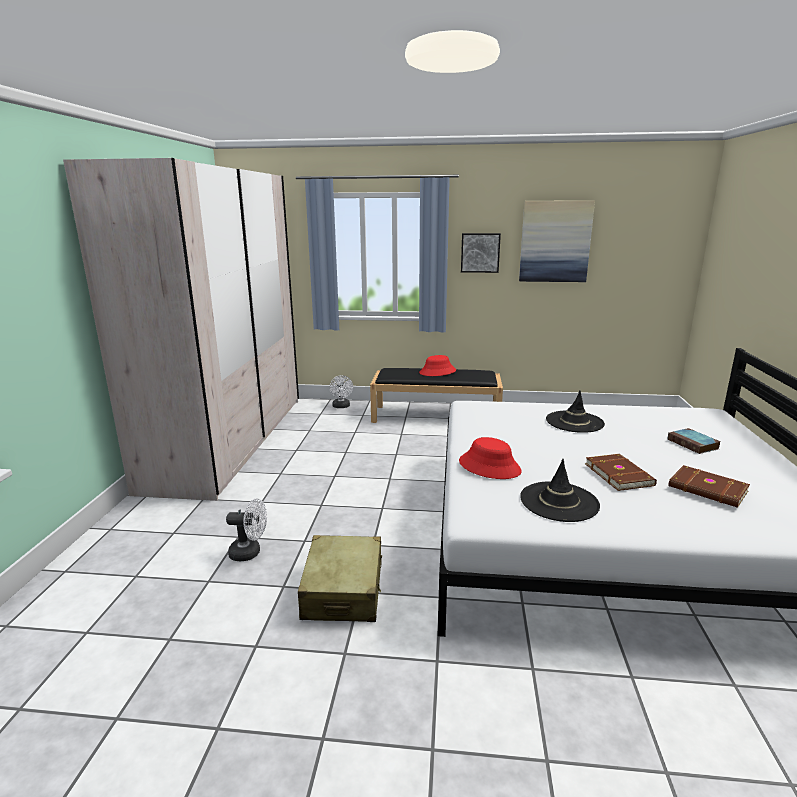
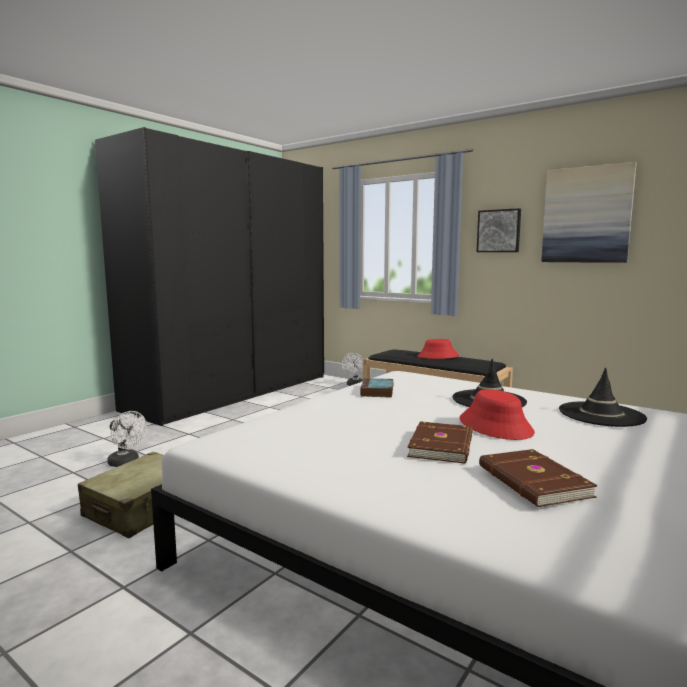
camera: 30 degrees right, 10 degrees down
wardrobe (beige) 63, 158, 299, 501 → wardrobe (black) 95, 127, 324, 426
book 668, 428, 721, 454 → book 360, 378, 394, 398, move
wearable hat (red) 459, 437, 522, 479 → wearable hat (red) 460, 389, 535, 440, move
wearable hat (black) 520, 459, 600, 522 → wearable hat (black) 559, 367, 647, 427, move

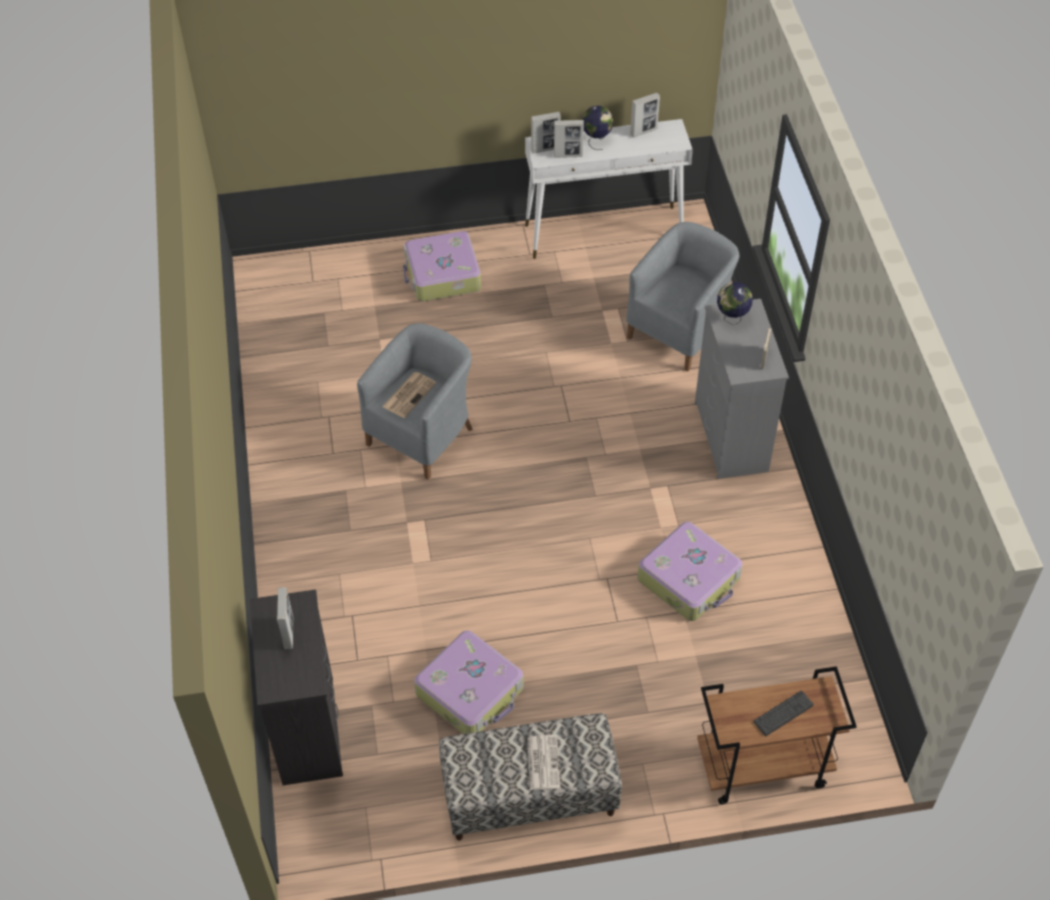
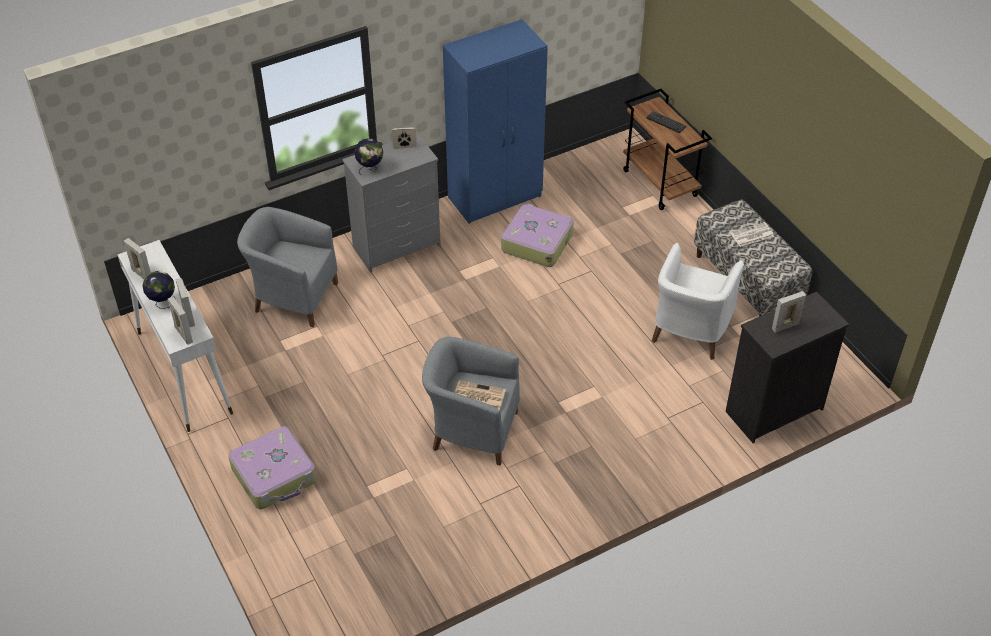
camera: 110 degrees left, 5 degrees down
- → wardrobe (blue-coloured) 443, 19, 548, 224
piece of luggage 414, 630, 524, 734 → easy chair (whitish) 652, 243, 744, 360

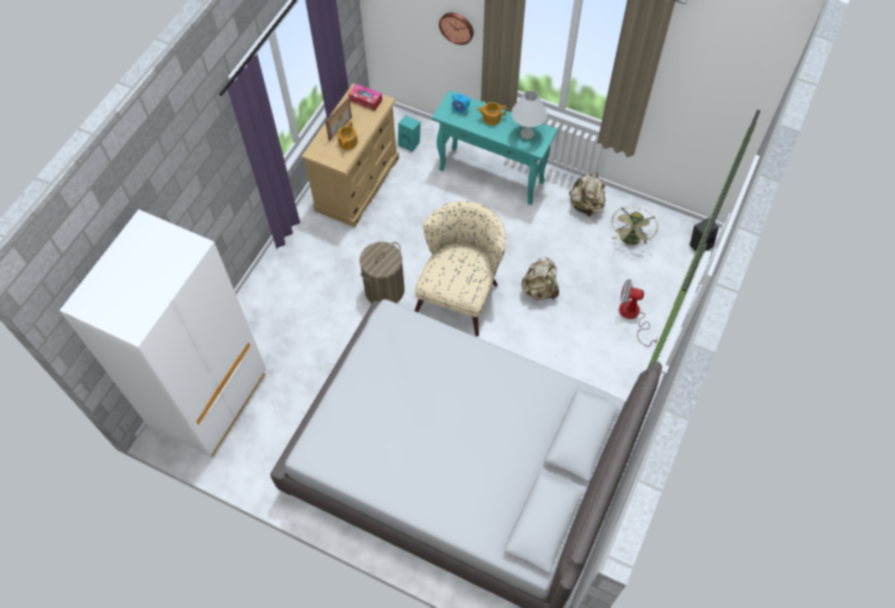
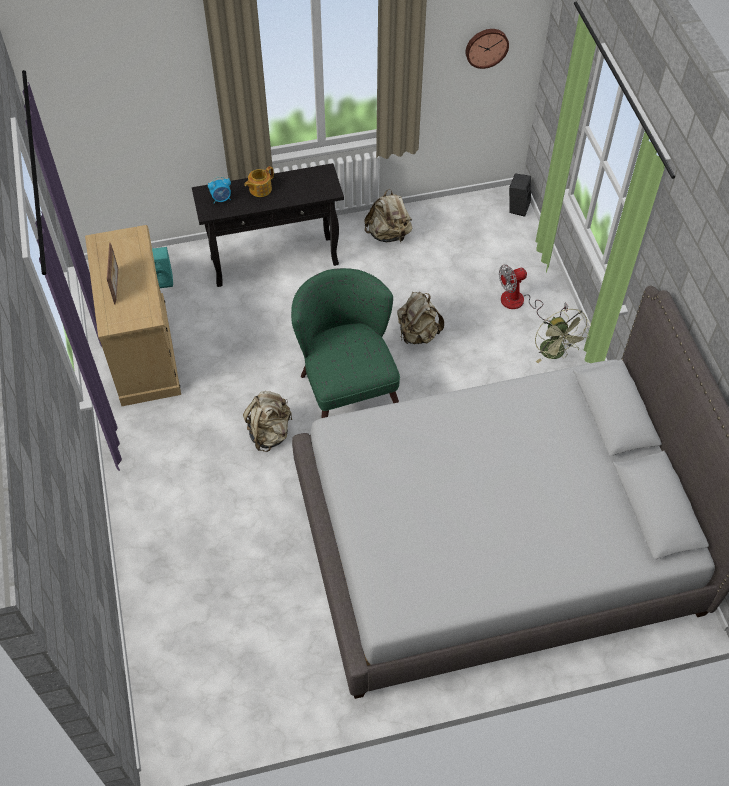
camera: 40 degrees left, 5 degrees down
hall table (turquoise) 432, 90, 558, 205 → hall table (black) 192, 163, 344, 287
washing basket 360, 242, 405, 303 → backpack (beige) 243, 391, 292, 452
easy chair (beige) 414, 201, 506, 336 → easy chair (green-coloured) 291, 268, 400, 418
wall clock 439, 13, 474, 45 → wall clock 465, 29, 509, 69, move
fan (green-coloured) 611, 207, 658, 245 → fan (green-coloured) 535, 309, 591, 363, move
wardrobe (whitish) 59, 209, 266, 457 → -
tea pot 337, 121, 358, 150 → -
tissue box 348, 84, 382, 111 → -
tabletop lamp (whitish) 512, 90, 547, 139 → -

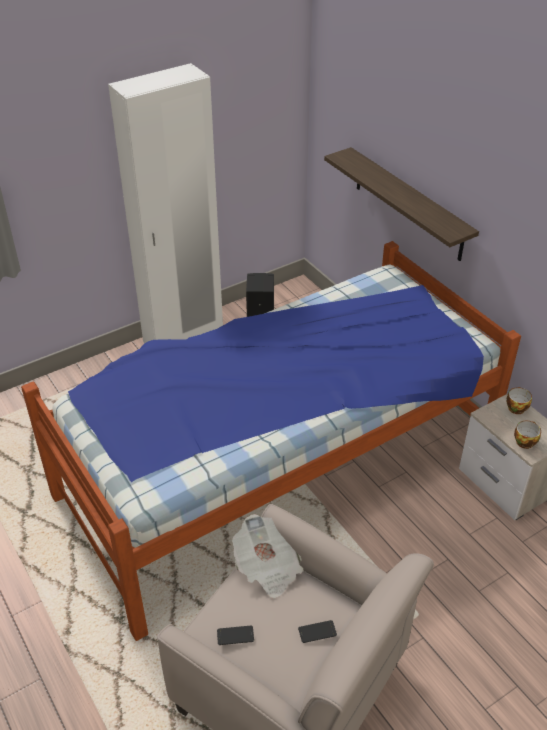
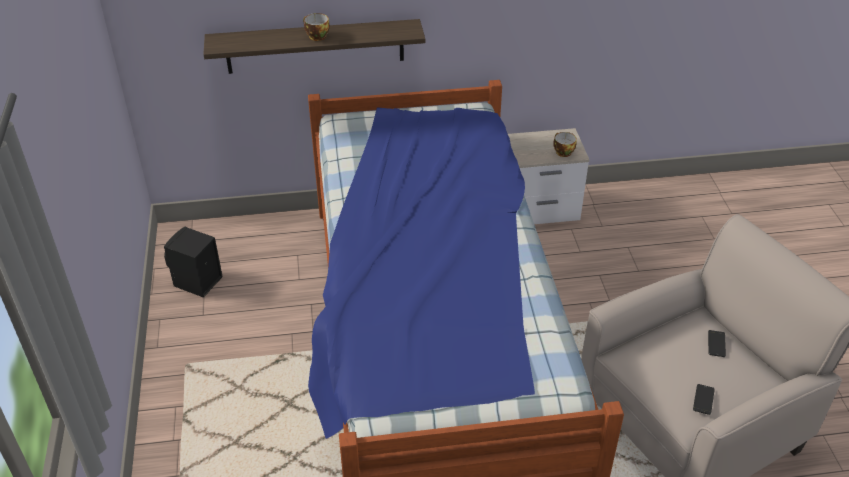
camera: 65 degrees left, 0 degrees up
small cup 506, 387, 532, 414 → small cup 303, 13, 330, 41, move
wardrobe (whitish) 108, 63, 223, 343 → -
printed paper 232, 514, 303, 598 → -

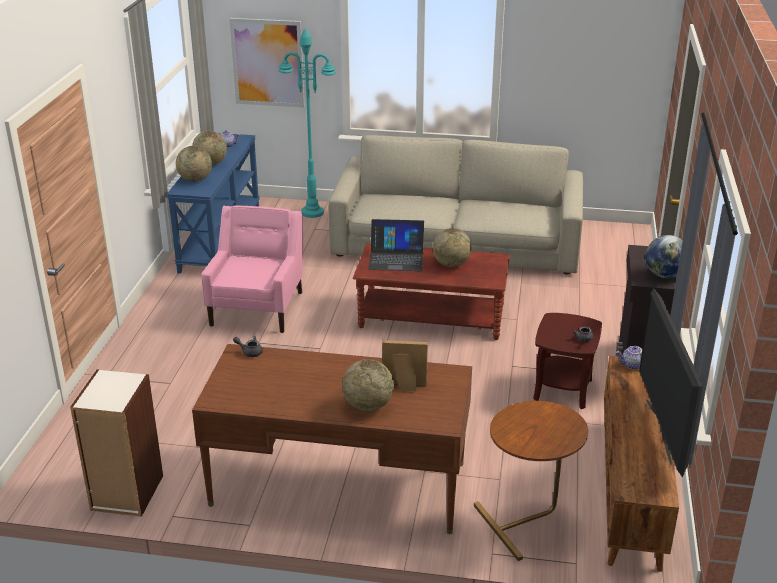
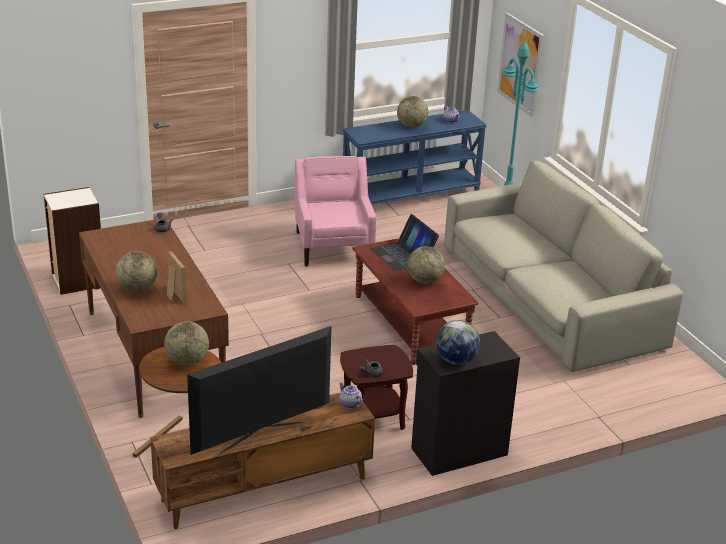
camera: 55 degrees right, 0 degrees up
world globe 176, 146, 212, 182 → world globe 164, 321, 209, 366, move
easy chair (pink) 201, 205, 303, 333 → easy chair (pink) 294, 156, 376, 266, 75 degrees counterclockwise

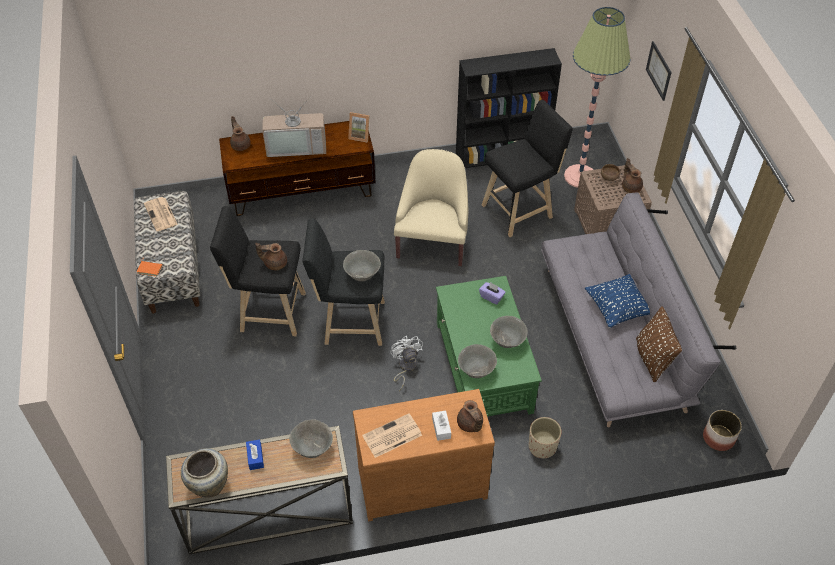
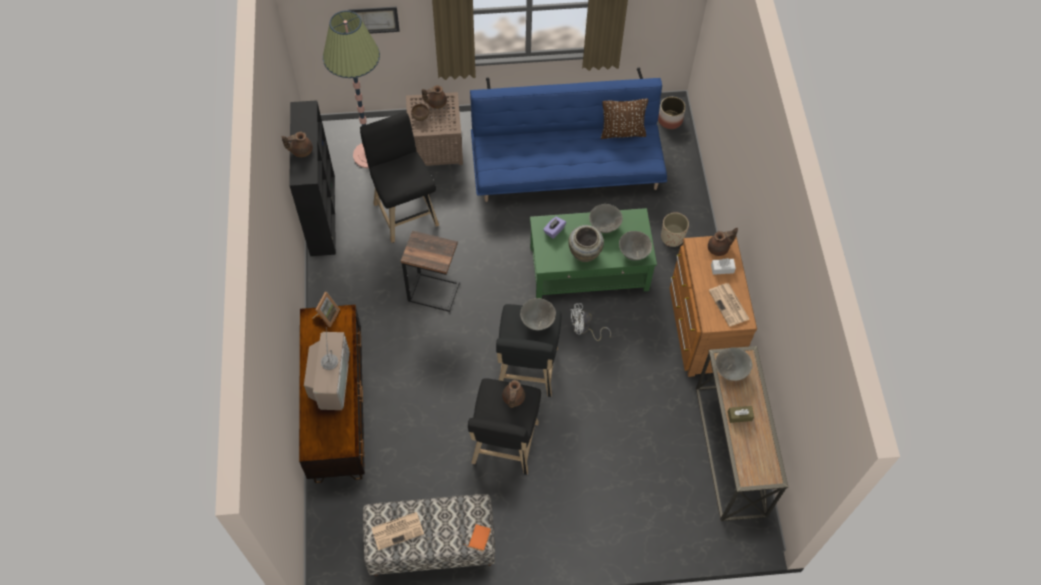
camera: 85 degrees left, 10 degrees up
tea pot (brownish) 230, 116, 251, 151 → tea pot (brownish) 282, 131, 313, 157, move
easy chair (beige) 394, 149, 468, 266 → accent table 401, 231, 460, 312
settee (grey) 541, 192, 736, 428 → settee (blue-coloured) 470, 67, 667, 202
flower vase (beige) 181, 448, 228, 498 → flower vase (beige) 568, 225, 604, 262, move
tissue box (blue-coloured) 246, 439, 264, 470 → tissue box (brownish) 728, 406, 754, 423
throw pillow (blue-coloured) 585, 274, 650, 328 → -

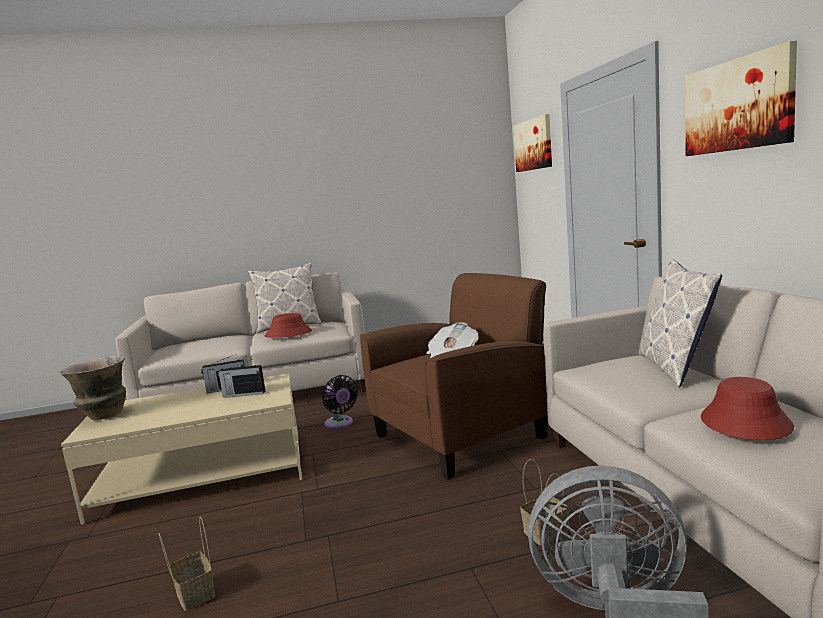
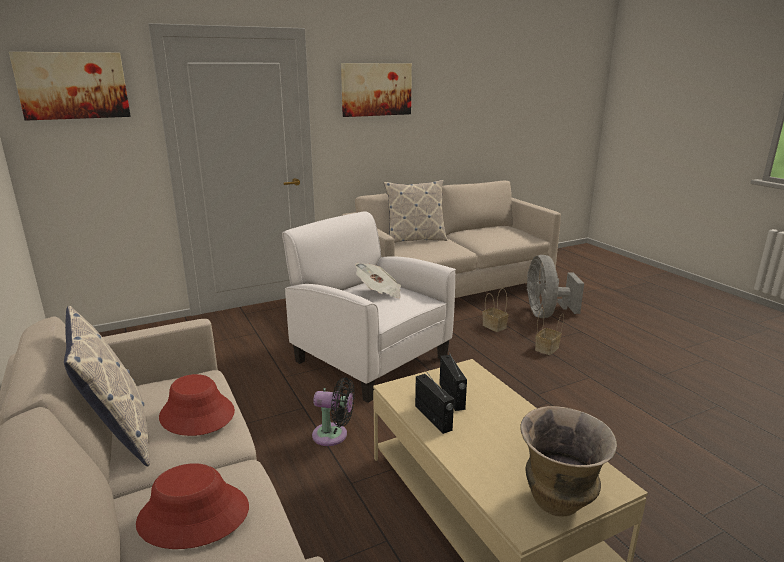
camera: 105 degrees left, 10 degrees up
wearable hat (red) 701, 377, 794, 440 → wearable hat (red) 136, 463, 249, 549, move
easy chair (brownish) 360, 273, 548, 480 → easy chair (whitish) 282, 211, 456, 403
fan (black) 322, 375, 358, 429 → fan (black) 312, 377, 355, 446, 60 degrees clockwise
basket 159, 517, 215, 611 → basket 535, 308, 564, 355, move

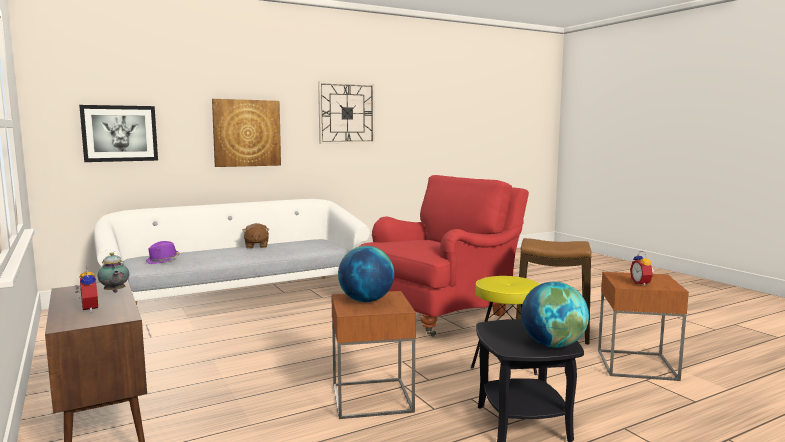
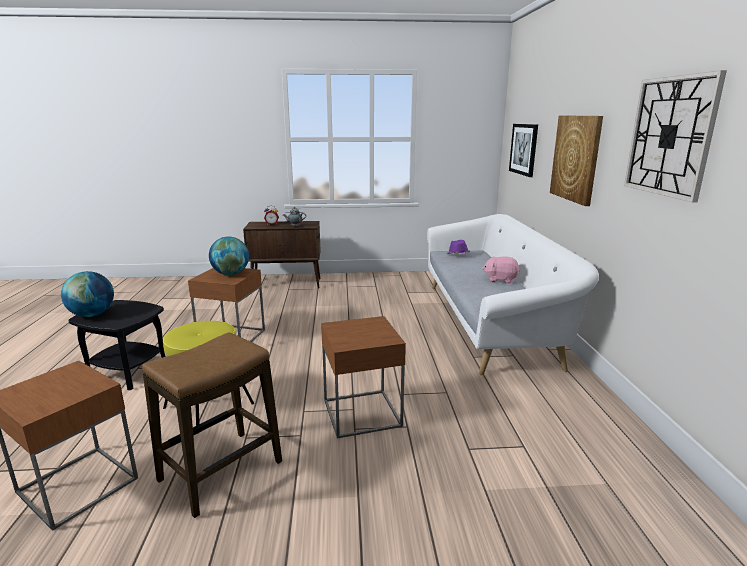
camera: 115 degrees right, 10 degrees up
easy chair (red) 359, 175, 529, 337 → accent table (brownish) 321, 316, 406, 438
soft toy (brownish) 242, 223, 269, 249 → soft toy (pink) 482, 256, 520, 284
bedside clock 630, 251, 654, 286 → -

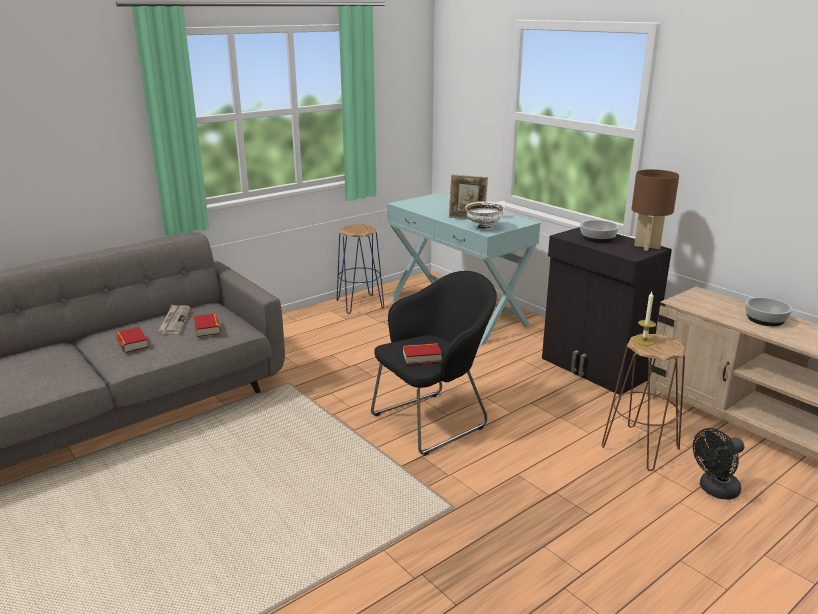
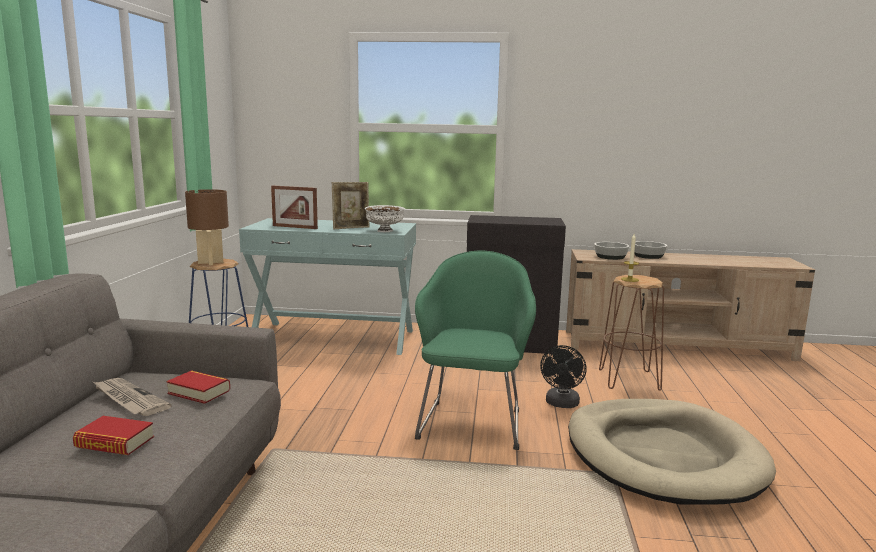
camera: 45 degrees left, 10 degrees down
tabletop lamp (brownish) 632, 169, 679, 251 → tabletop lamp (brownish) 185, 189, 229, 265, move
- → picture frame 271, 185, 318, 229
easy chair (black) 371, 271, 497, 456 → easy chair (green-coloured) 415, 251, 536, 450
fan (black) 693, 428, 744, 500 → fan (black) 540, 345, 587, 408, move
- → pet bed (beige) 568, 399, 776, 505
deep dish 580, 220, 619, 243 → deep dish 594, 242, 629, 260, move
book 403, 343, 442, 365 → -

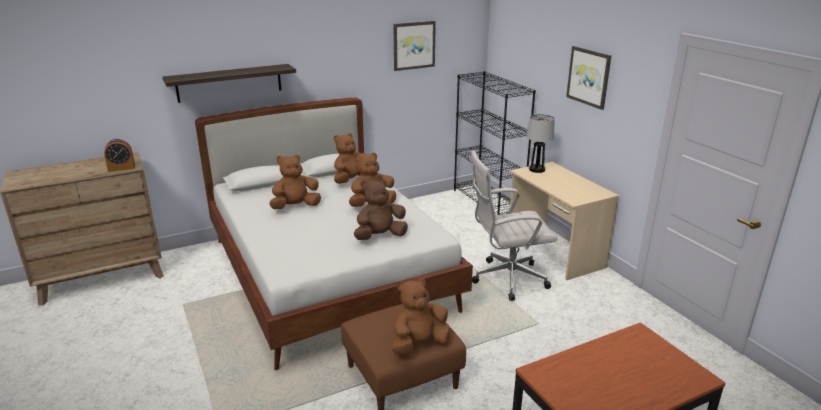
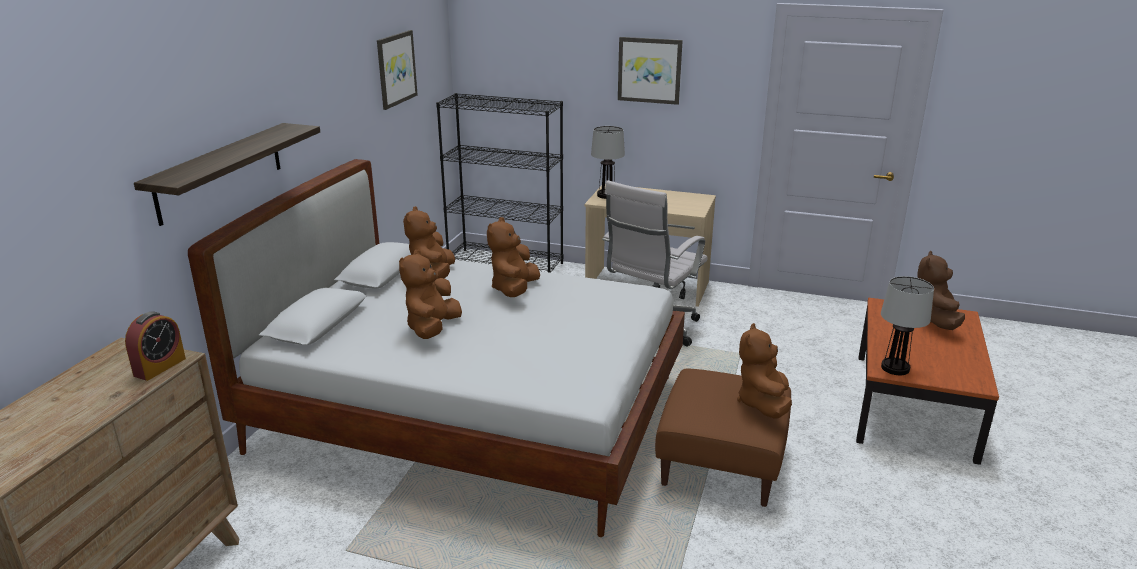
camera: 45 degrees left, 0 degrees up
- → tabletop lamp 881, 276, 934, 375
soft toy (brownish) 354, 179, 408, 240 → soft toy (brownish) 917, 251, 965, 330, move

